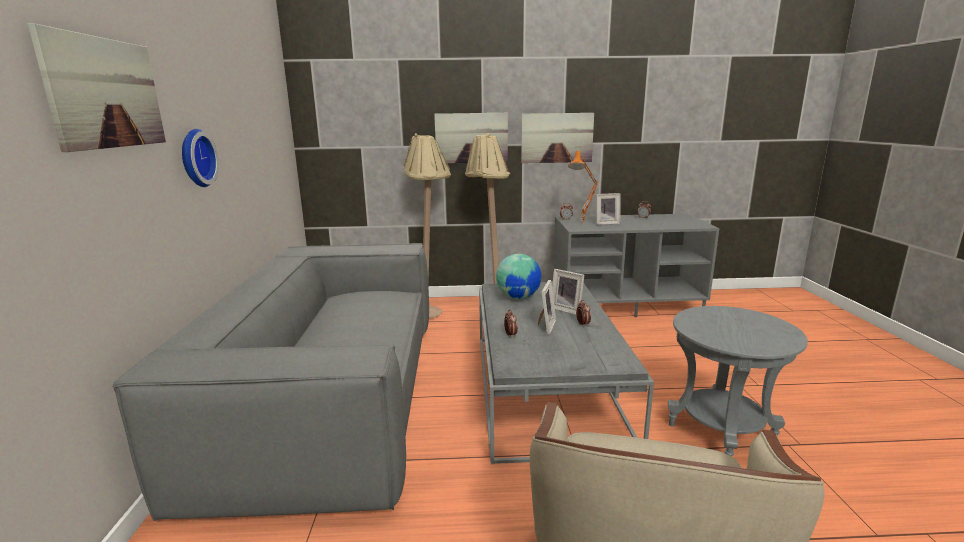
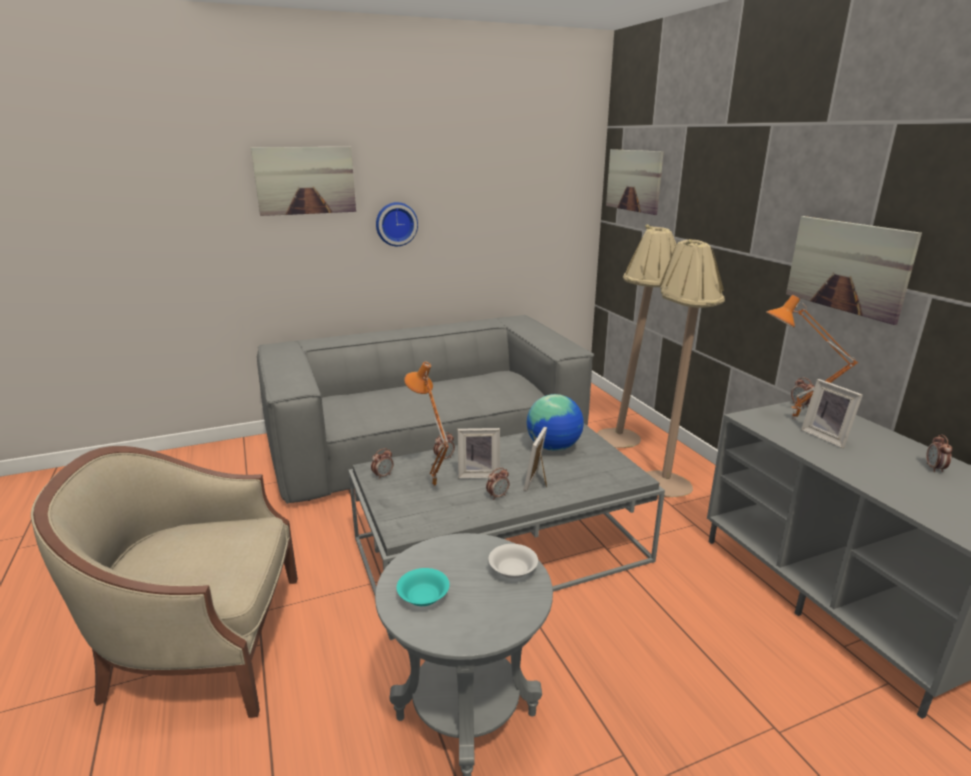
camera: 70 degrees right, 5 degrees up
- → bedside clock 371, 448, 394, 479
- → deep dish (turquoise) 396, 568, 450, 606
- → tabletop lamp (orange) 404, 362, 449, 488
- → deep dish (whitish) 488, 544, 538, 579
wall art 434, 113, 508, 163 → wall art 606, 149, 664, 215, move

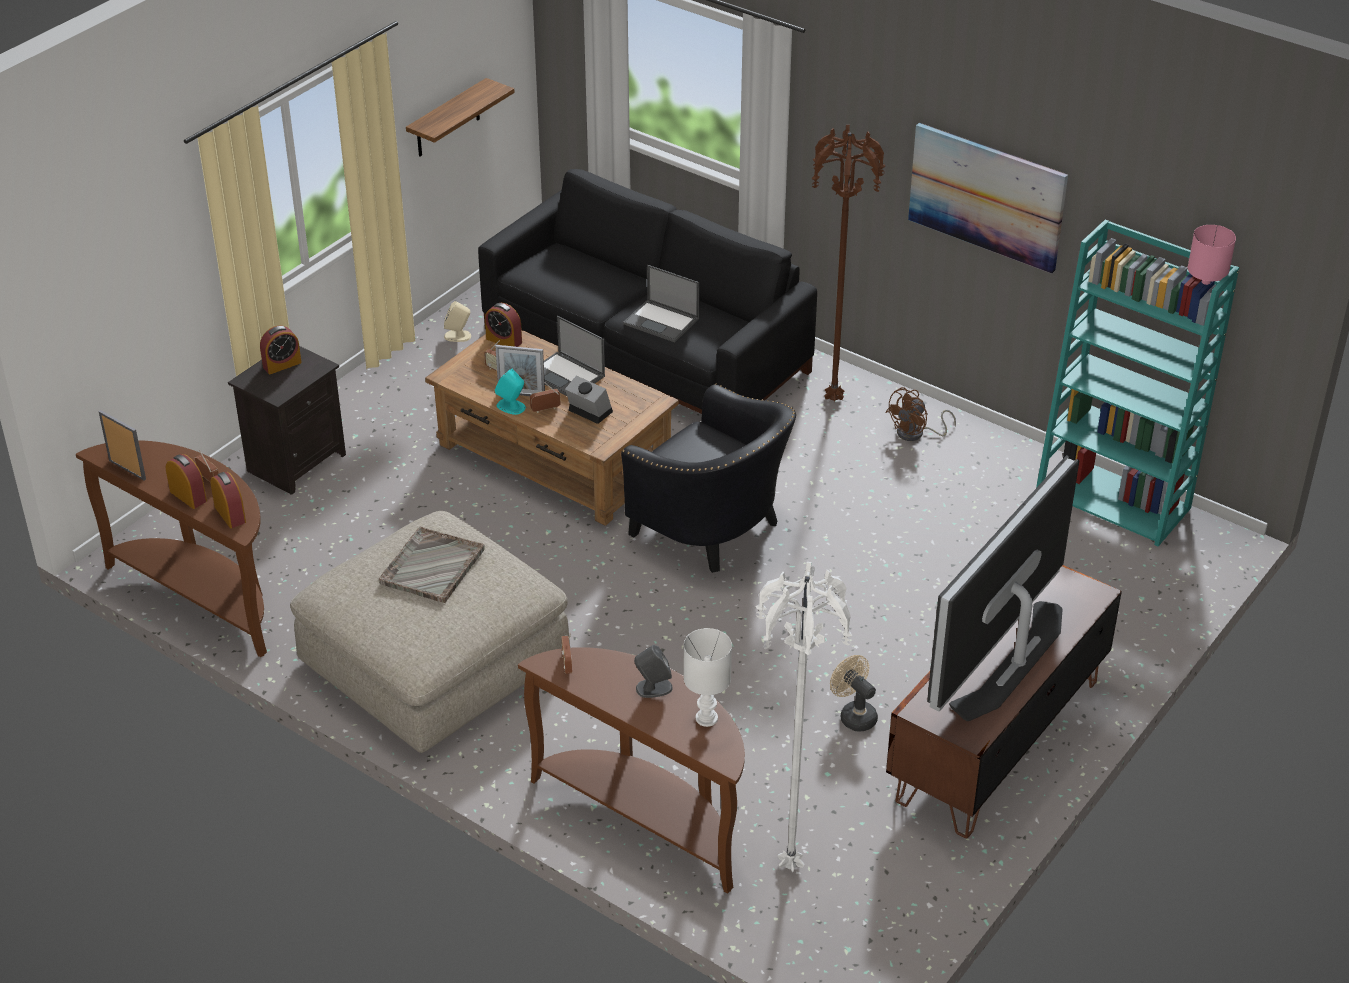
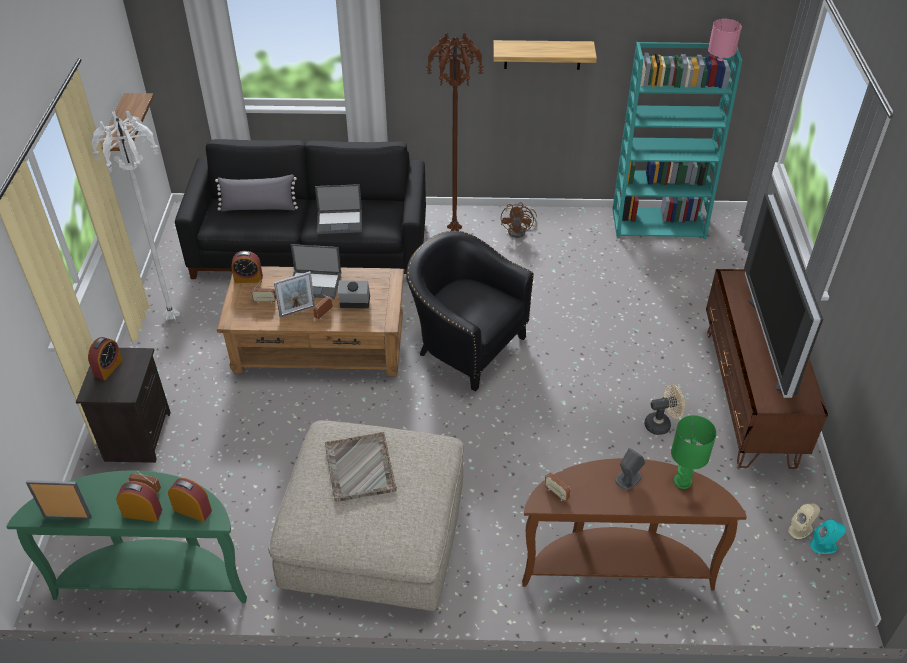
camera: 35 degrees left, 5 degrees up
hall table (brownish) 76, 440, 267, 657 → hall table (green-coloured) 6, 471, 247, 604
floor lamp (whitish) 756, 562, 852, 873 → floor lamp (whitish) 91, 111, 180, 321, move
- → throw pillow (grey) 215, 174, 298, 211
easy chair (black) 621, 384, 796, 573 → easy chair (black) 406, 231, 534, 391, 150 degrees counterclockwise
wall art 908, 123, 1068, 274 → wall shelf 493, 40, 597, 70
fan (beige) 830, 655, 878, 731 → fan (beige) 644, 385, 685, 435, 150 degrees clockwise
tabletop lamp (whitish) 684, 628, 732, 727 → tabletop lamp (green-coloured) 671, 415, 717, 489
loudspeaker (beige) 444, 301, 471, 342 → loudspeaker (beige) 788, 504, 820, 539, move
loudspeaker (turquoise) 495, 368, 526, 415 → loudspeaker (turquoise) 810, 520, 846, 554, move

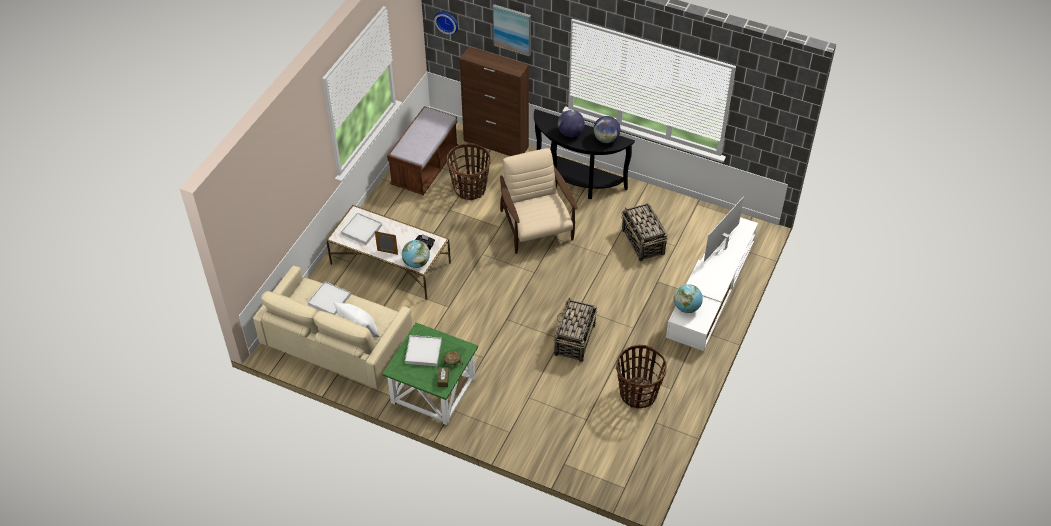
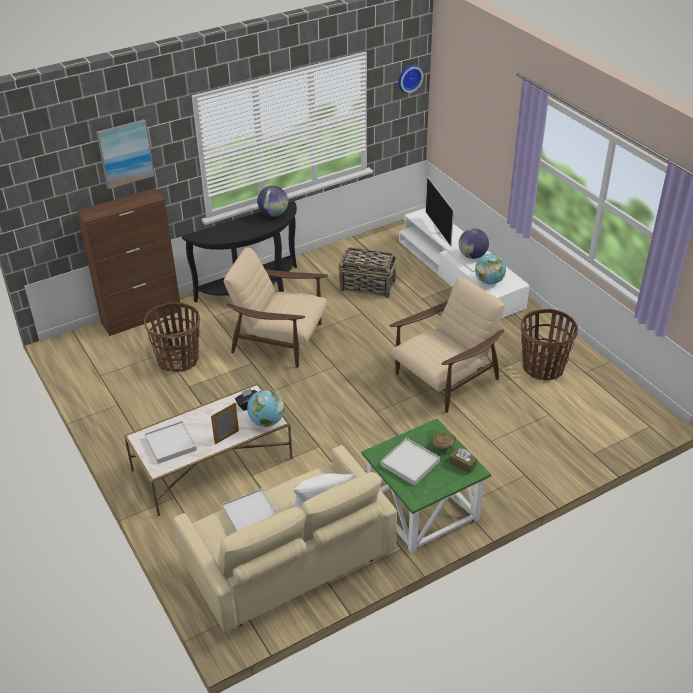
camera: 55 degrees left, 10 degrees down
basket 554, 297, 597, 362 → easy chair (beige) 390, 277, 505, 413
wall clock 434, 12, 458, 35 → wall clock 398, 65, 423, 93, move
world globe 558, 110, 585, 137 → world globe 459, 228, 489, 259, move
long seat (brownish) 387, 106, 459, 195 → -

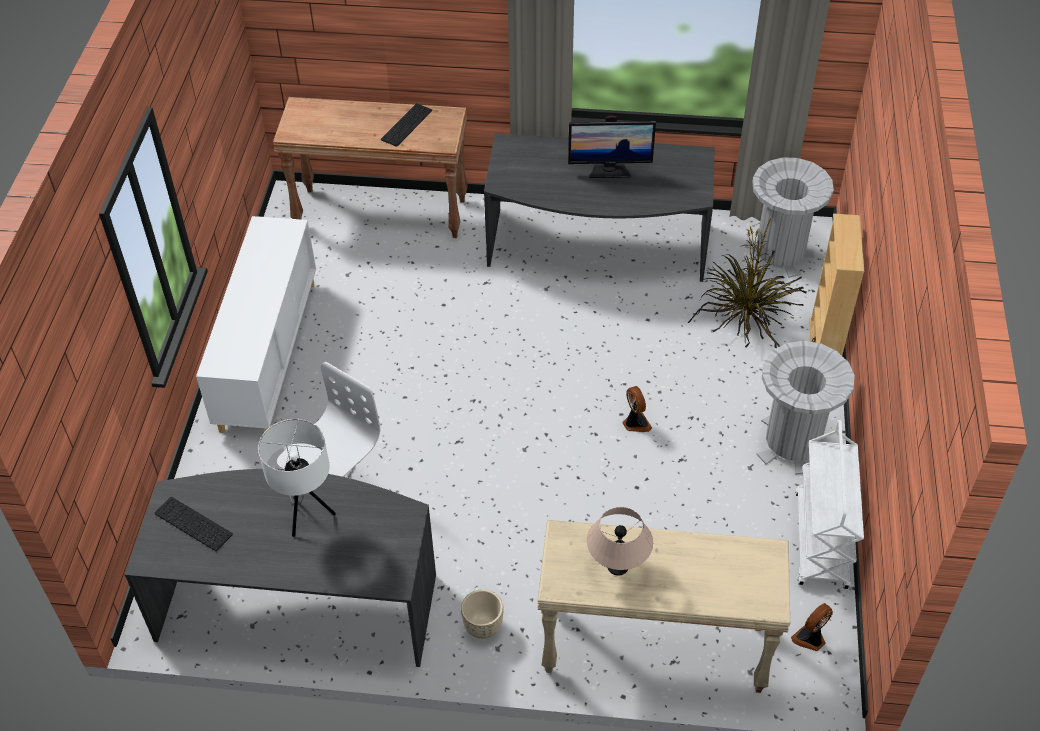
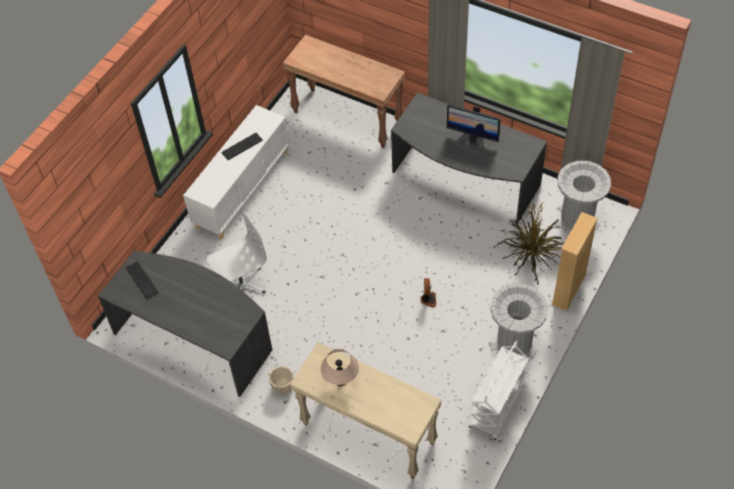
camera: 25 degrees right, 5 degrees up
PC keyboard 381, 103, 432, 147 → PC keyboard 221, 133, 263, 160, move
tabletop lamp (whitish) 258, 419, 336, 537 → -
fan 791, 603, 833, 651 → -

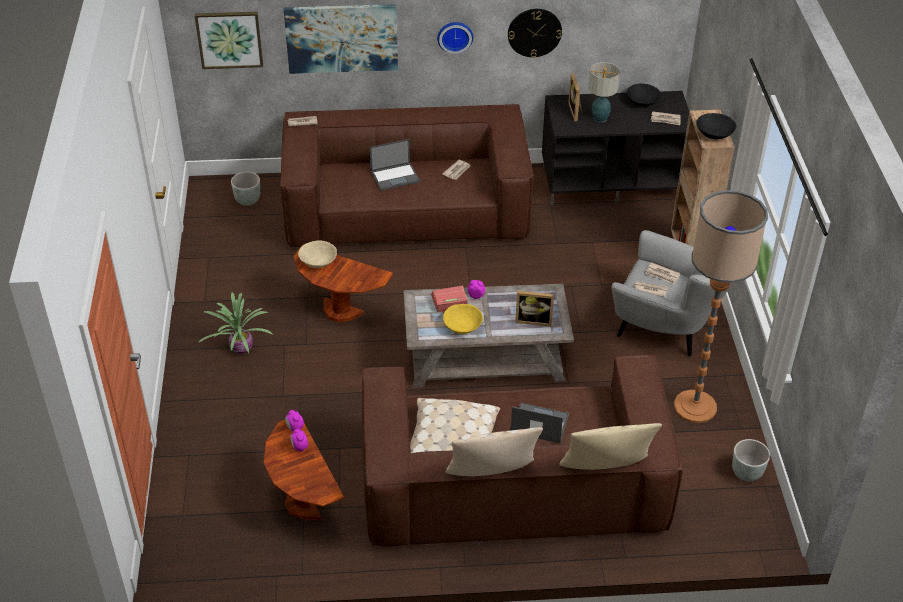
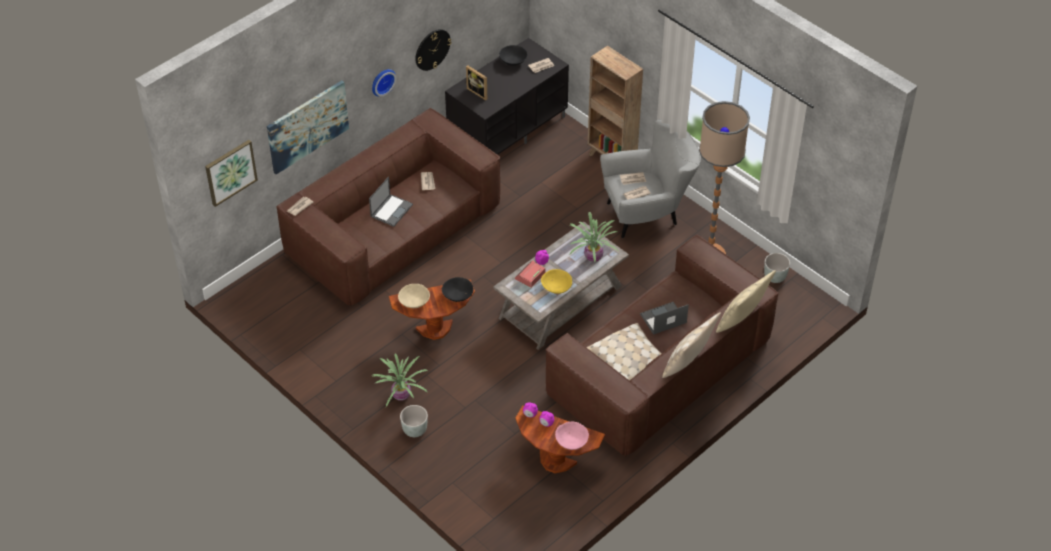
camera: 40 degrees left, 5 degrees up
planter (grey) 231, 172, 260, 206 → planter (grey) 400, 405, 428, 437, move
deep dish (black) 696, 113, 737, 139 → deep dish (black) 442, 277, 474, 302, move
- → deep dish (pink) 555, 422, 589, 450
picture frame 515, 290, 554, 326 → houseplant 569, 212, 619, 262
tabletop lamp 588, 62, 620, 123 → -

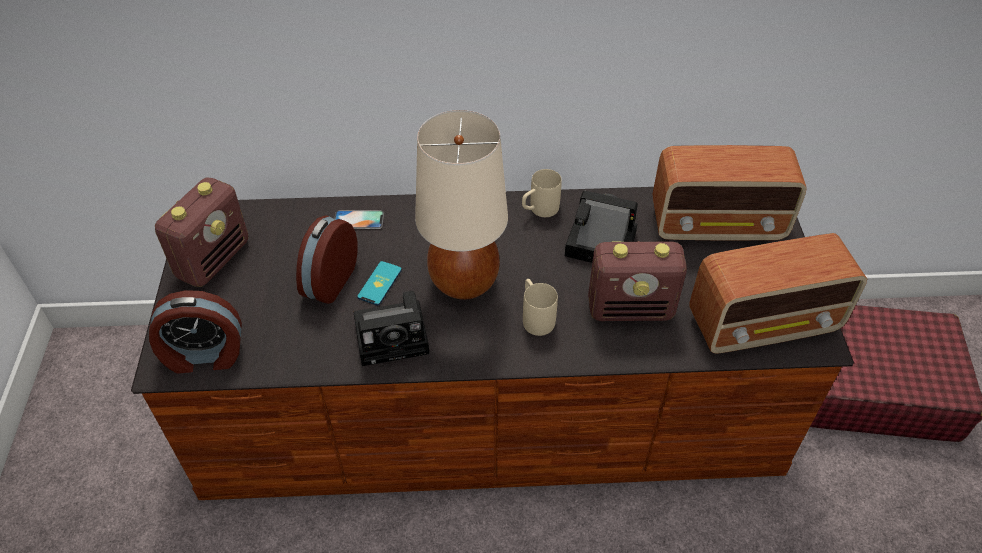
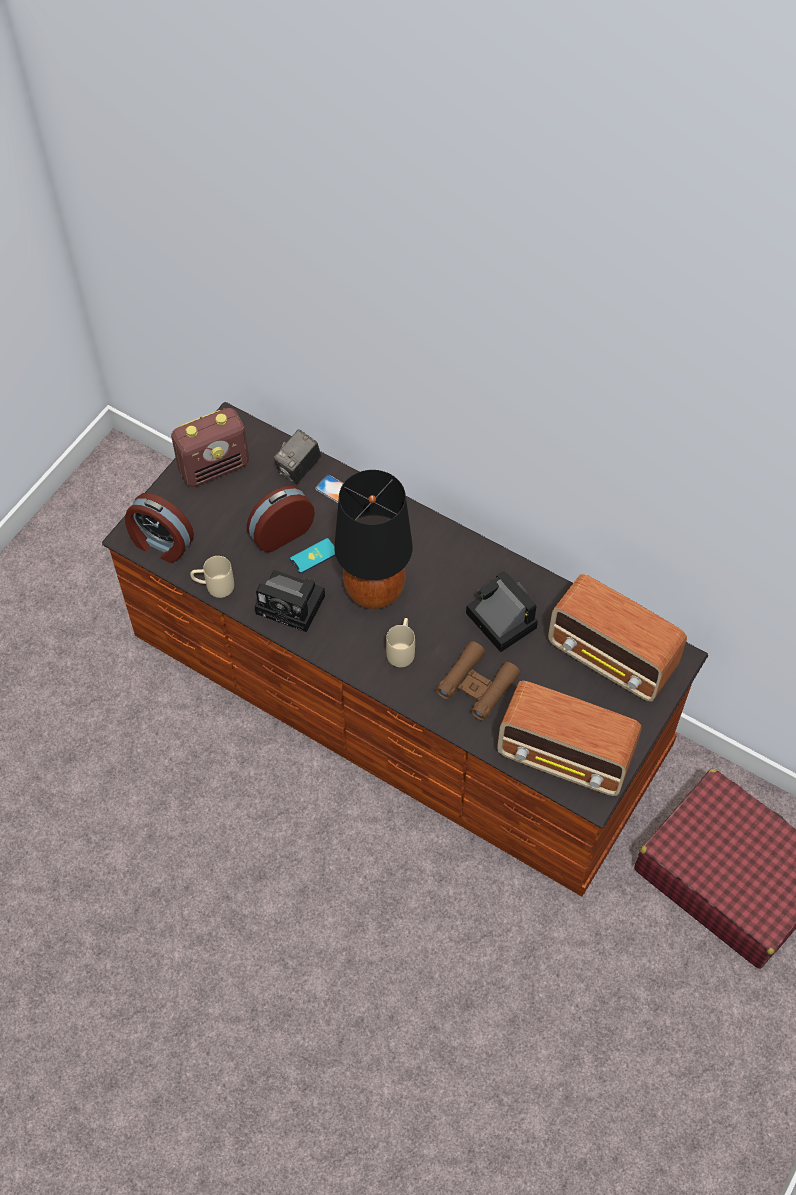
camera: 35 degrees right, 10 degrees up
mug (beige) 522, 169, 562, 217 → mug (beige) 190, 556, 234, 598, move
- → still camera 274, 429, 321, 484
tabletop lamp (beige) 415, 110, 508, 300 → tabletop lamp (black) 334, 470, 413, 609
radio set 588, 241, 687, 321 → field glasses (brownish) 436, 641, 520, 721

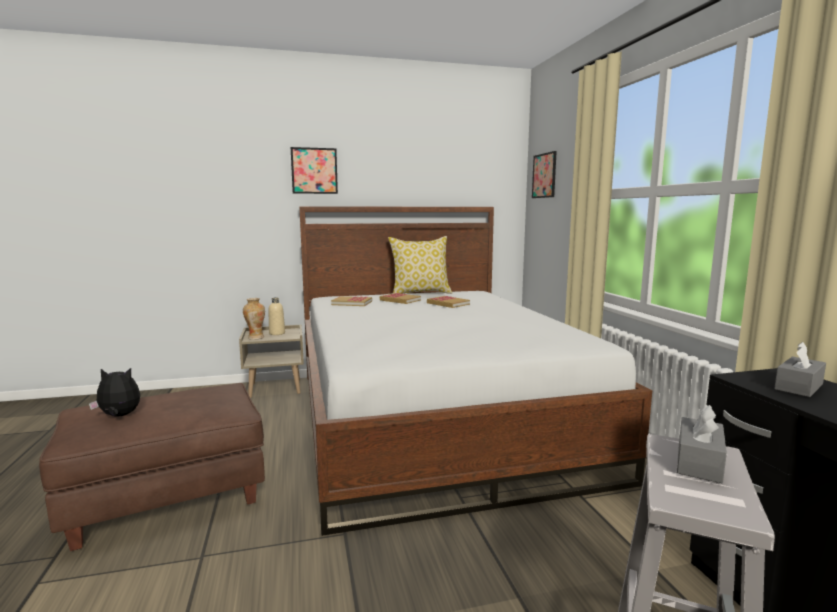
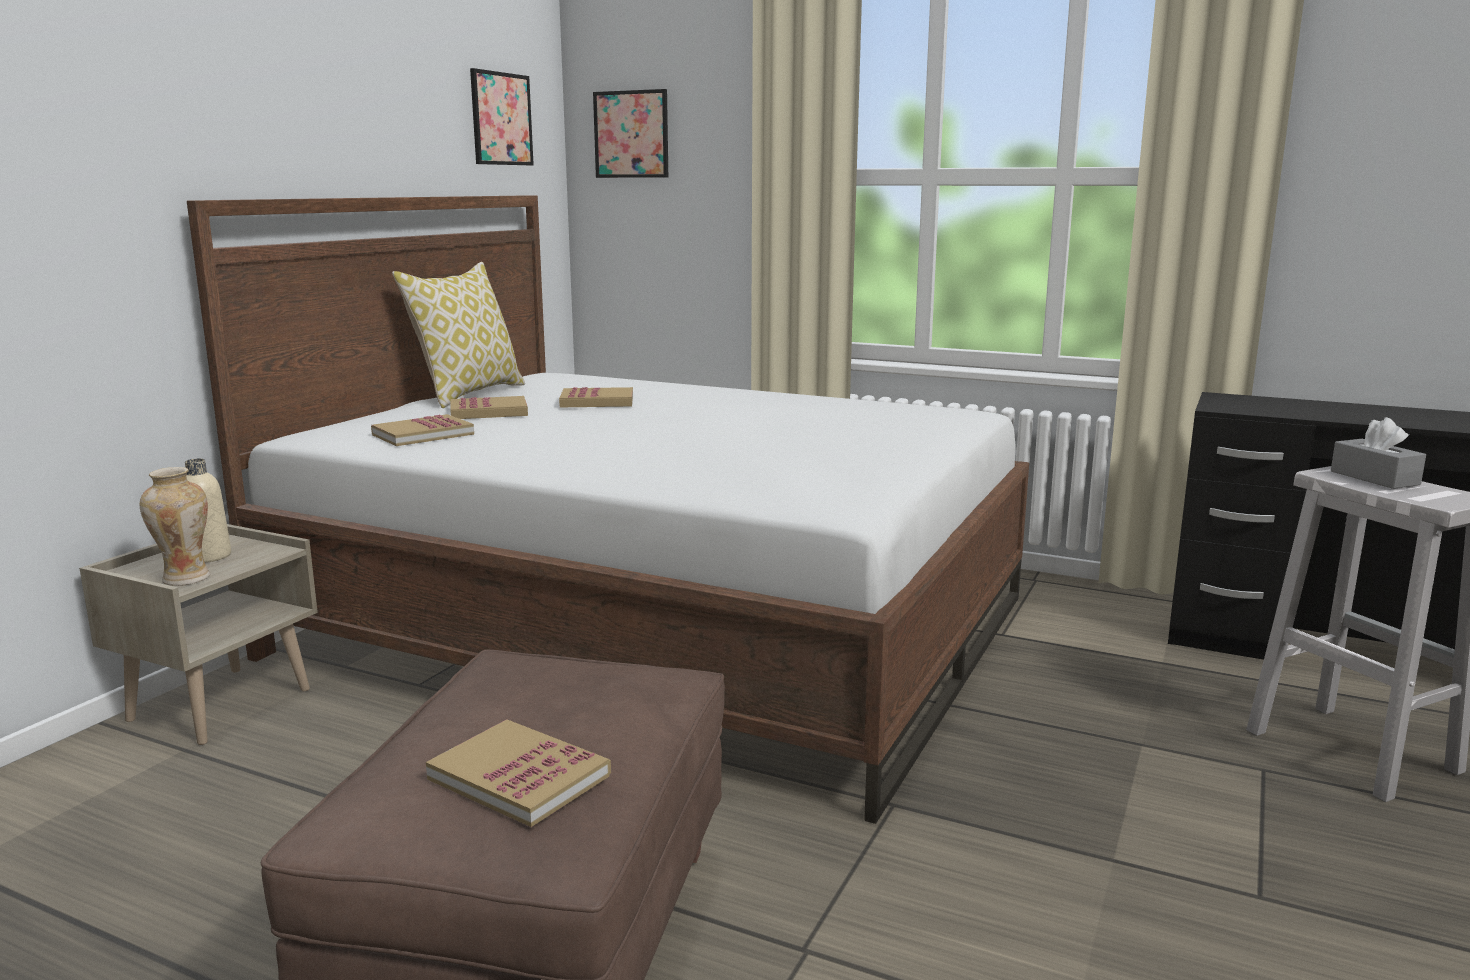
camera: 50 degrees left, 5 degrees up
soft toy 89, 368, 140, 417 → book 426, 719, 611, 827
wall art 291, 147, 338, 194 → wall art 470, 68, 534, 165, move
tissue box (grey) 774, 342, 826, 397 → -

